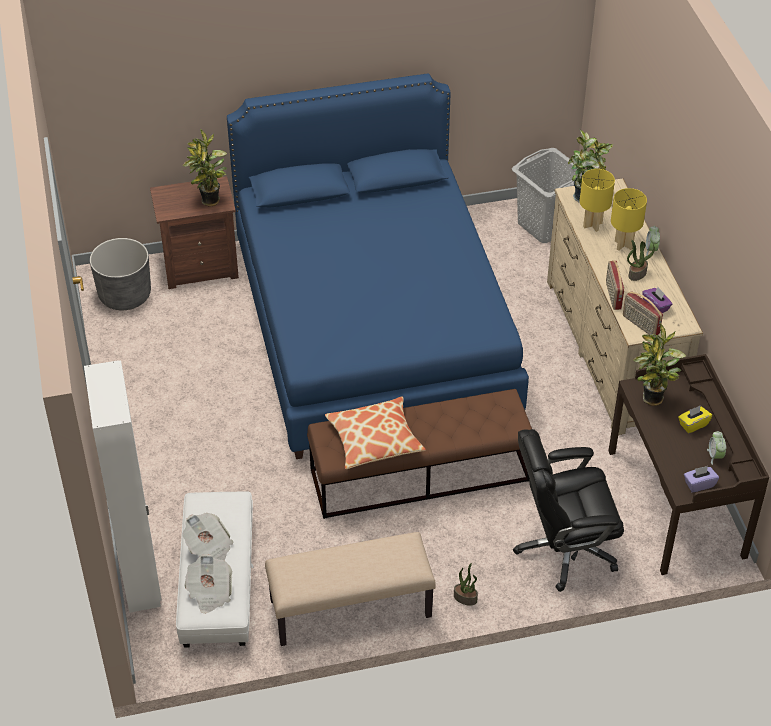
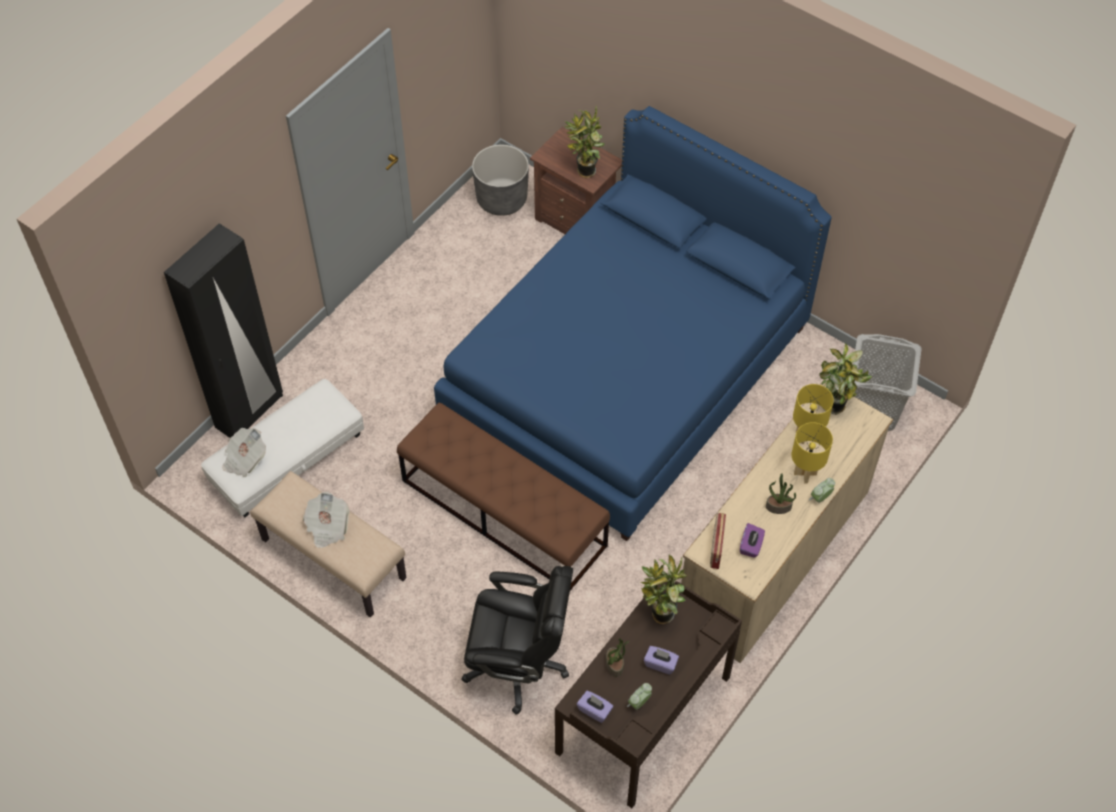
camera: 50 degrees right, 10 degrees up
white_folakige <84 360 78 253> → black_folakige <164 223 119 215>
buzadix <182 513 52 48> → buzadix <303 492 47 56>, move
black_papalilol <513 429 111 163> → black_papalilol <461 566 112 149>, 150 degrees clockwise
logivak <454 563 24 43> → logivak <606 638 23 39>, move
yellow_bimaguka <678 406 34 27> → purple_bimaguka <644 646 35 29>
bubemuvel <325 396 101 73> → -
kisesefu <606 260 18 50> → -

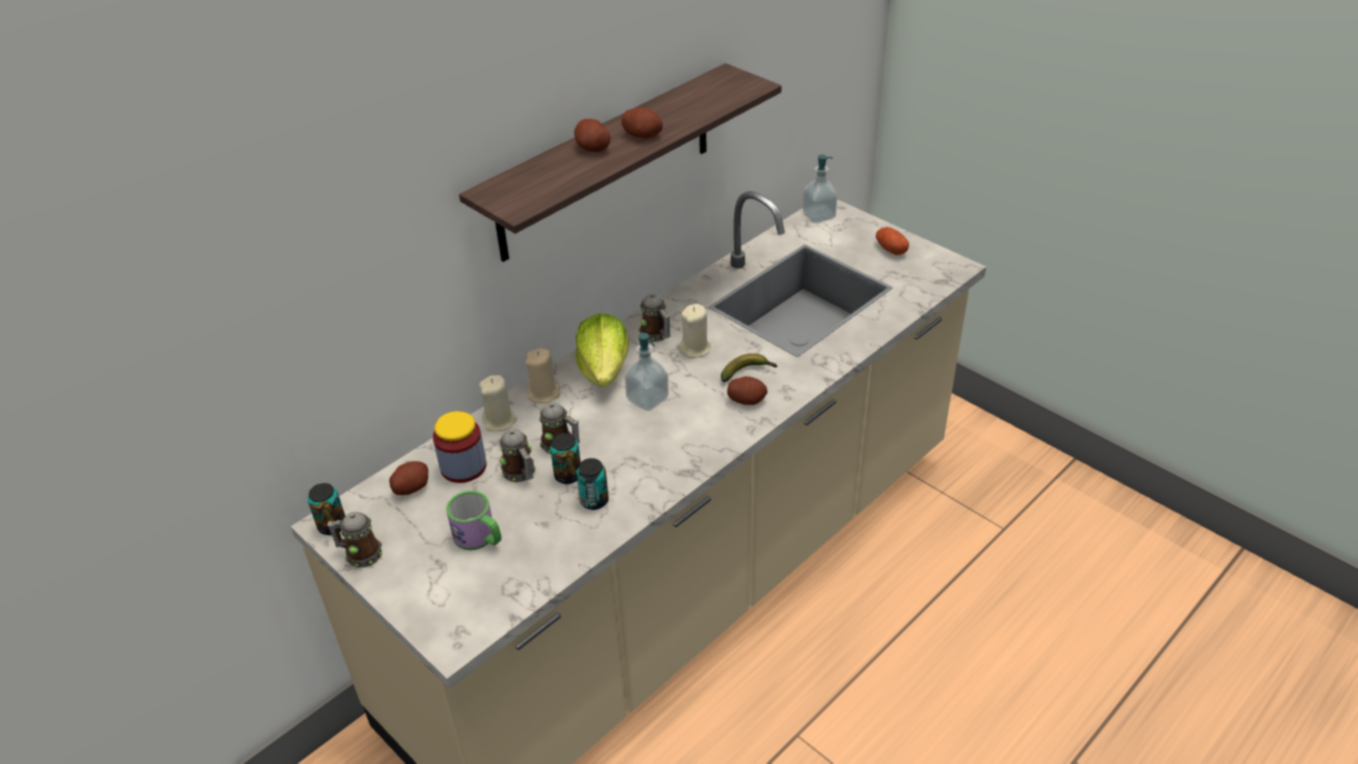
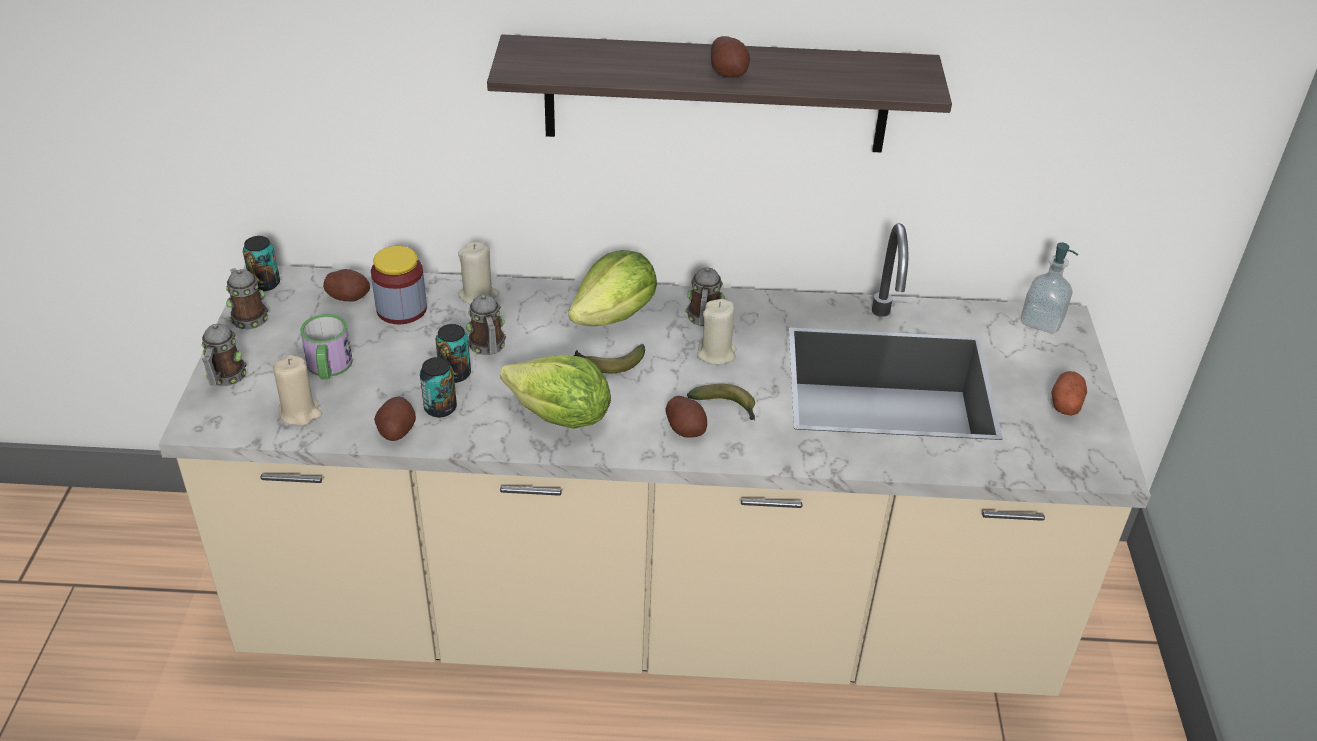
camera: 45 degrees right, 0 degrees up
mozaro <499 429 37 53> → mozaro <202 324 45 62>, move
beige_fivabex <525 348 35 55> → beige_fivabex <273 355 49 71>, move
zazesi <574 119 37 33> → zazesi <374 396 42 45>, move
- → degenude <500 355 111 74>
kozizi <625 333 44 78> → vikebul <574 344 71 29>

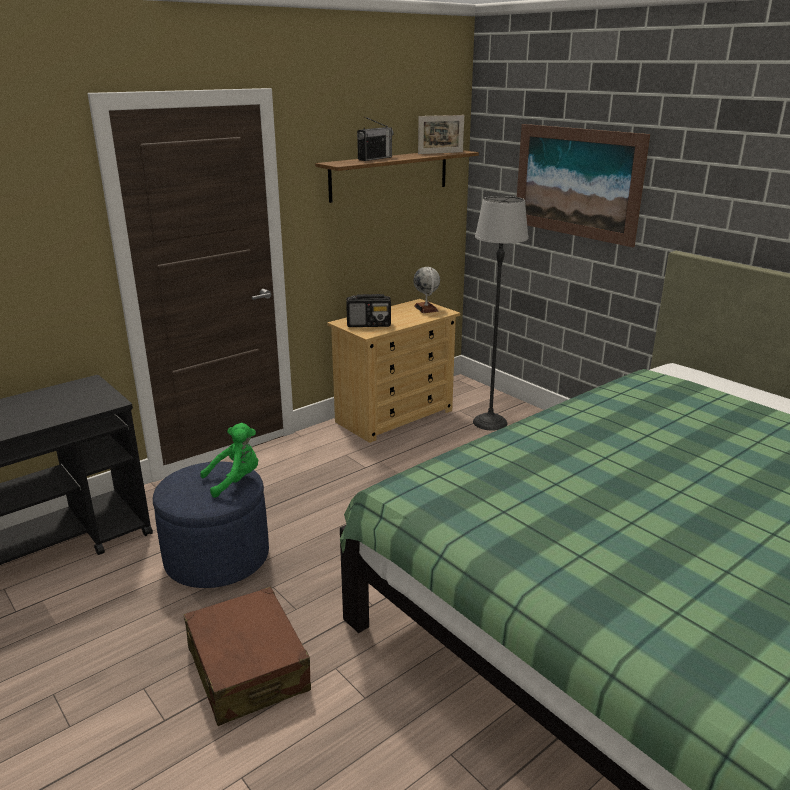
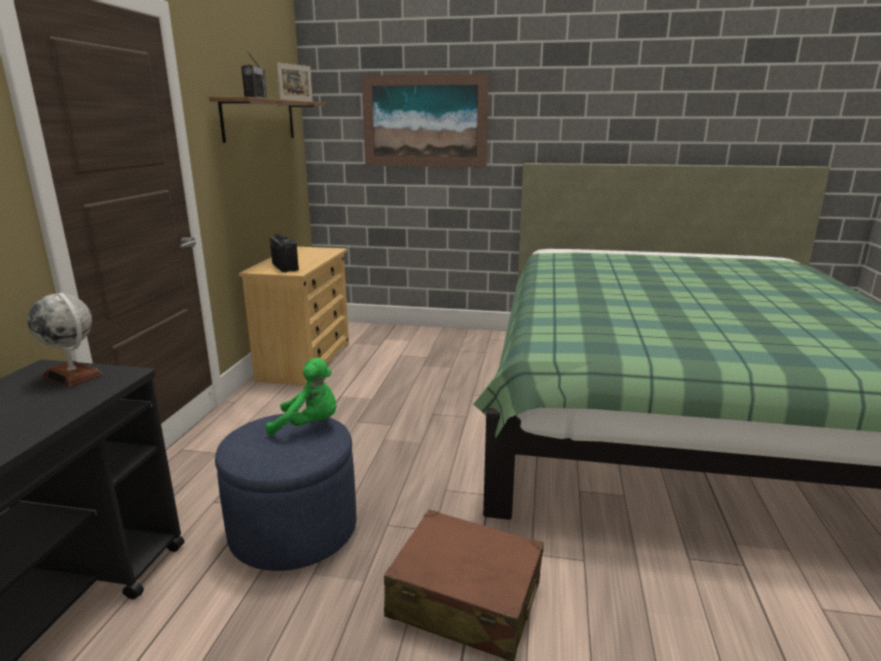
camera: 40 degrees left, 5 degrees down
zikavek <413 267 27 46> → zikavek <27 293 76 94>, move
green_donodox <200 423 58 75> → green_donodox <265 358 71 78>, 75 degrees clockwise
kisesefu <346 294 45 33> → kisesefu <270 233 29 39>, 75 degrees counterclockwise
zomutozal <473 196 55 235> → -

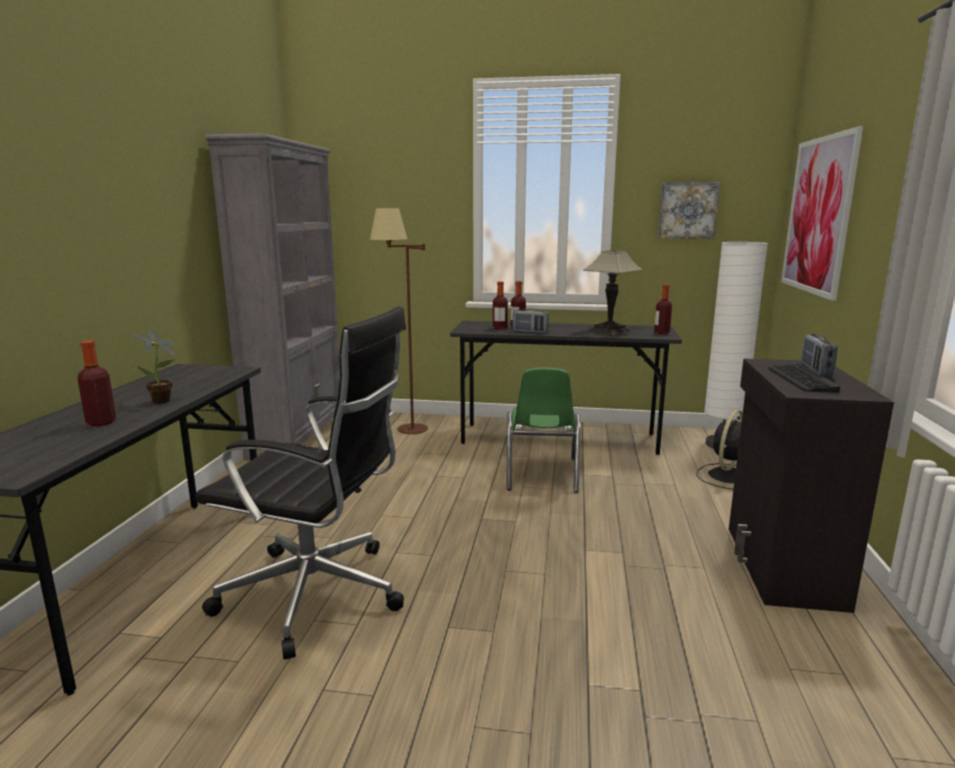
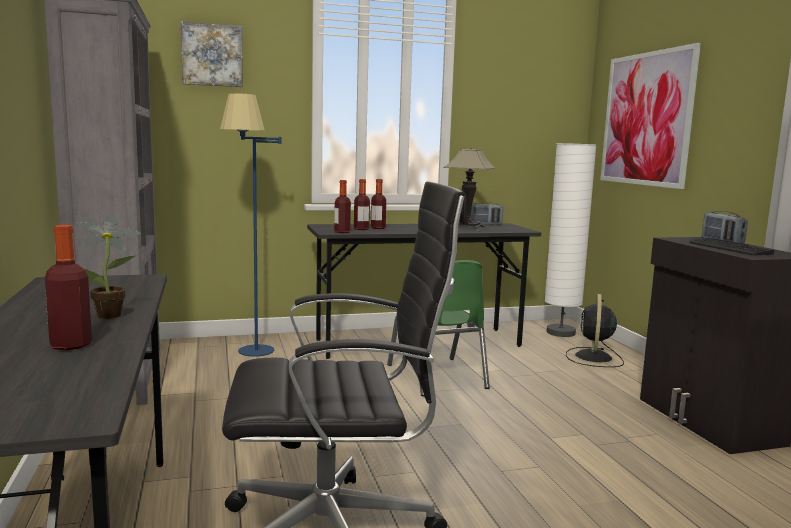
camera: 25 degrees left, 5 degrees down
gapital <658 182 62 57> → gapital <181 21 62 66>, move
brown_zomutozal <370 208 58 226> → blue_zomutozal <220 93 62 264>
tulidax <654 284 18 50> → tulidax <334 180 17 53>, move
kisesefu <512 308 37 25> → kisesefu <470 202 33 23>, move

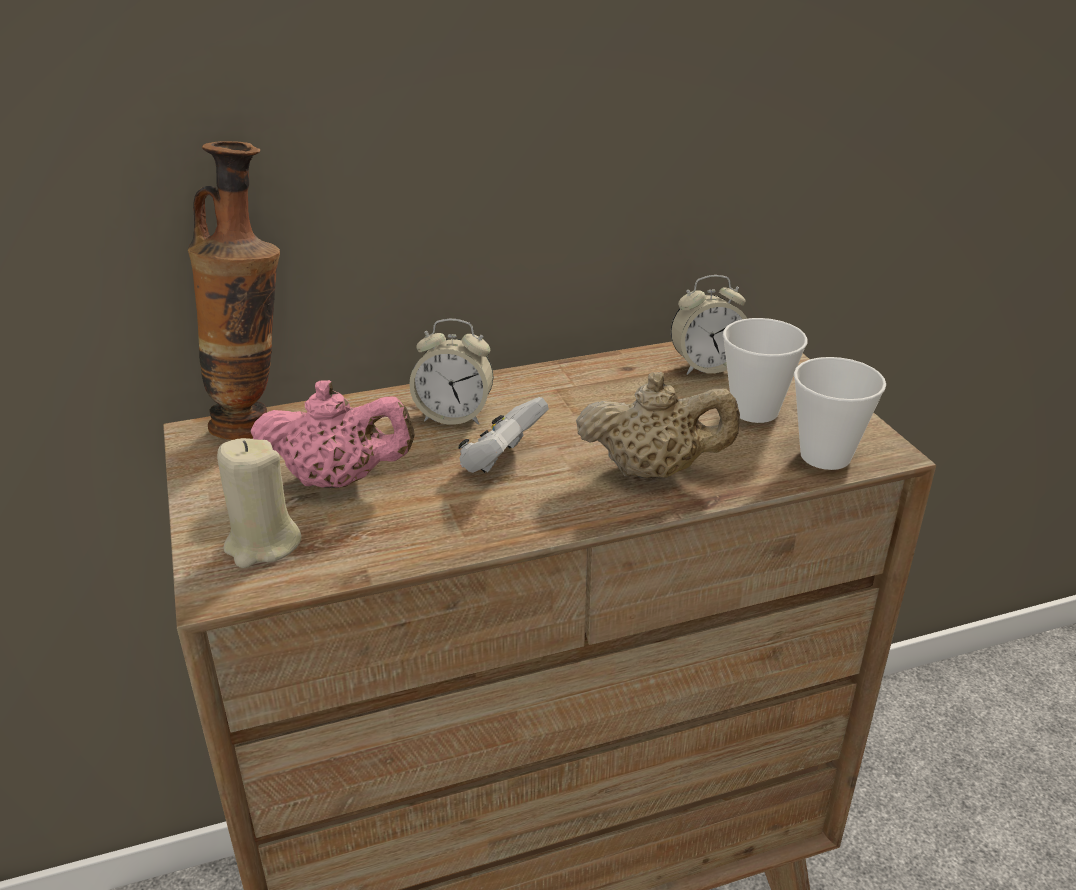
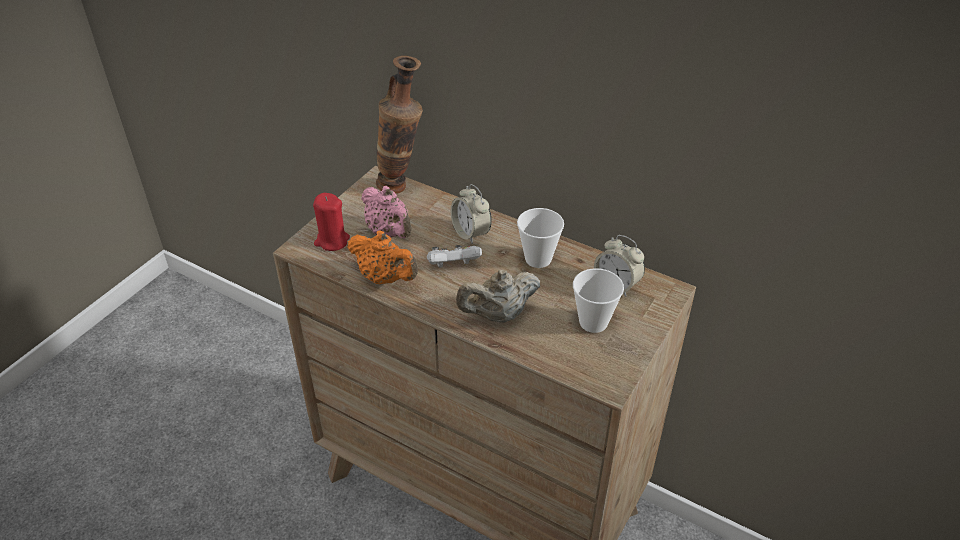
camera: 50 degrees right, 10 degrees up
beige_fivabex <217 438 84 130> → red_fivabex <313 193 37 58>
- → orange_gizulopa <347 230 71 54>
beige_gizulopa <576 372 164 107> → beige_gizulopa <456 269 84 54>, 105 degrees clockwise
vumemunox <794 357 92 113> → vumemunox <517 208 47 60>, move

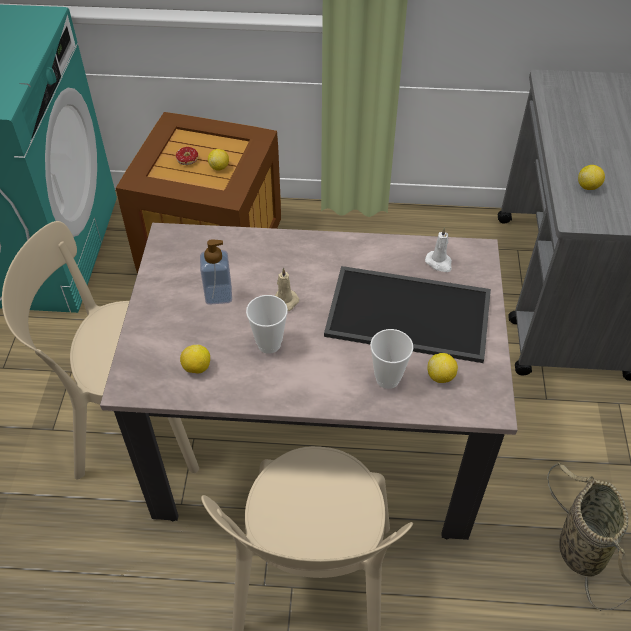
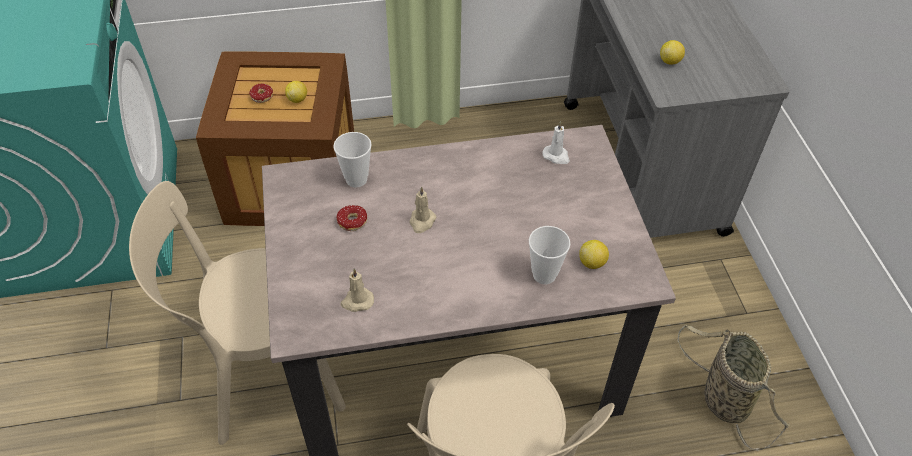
camera: 15 degrees left, 0 degrees up
vumemunox <246 295 42 59> → vumemunox <333 132 39 56>, move
kozizi <200 239 32 66> → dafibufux <336 205 31 26>
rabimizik <180 345 30 29> → beige_fivabex <340 268 34 44>
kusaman <324 266 167 97> → -

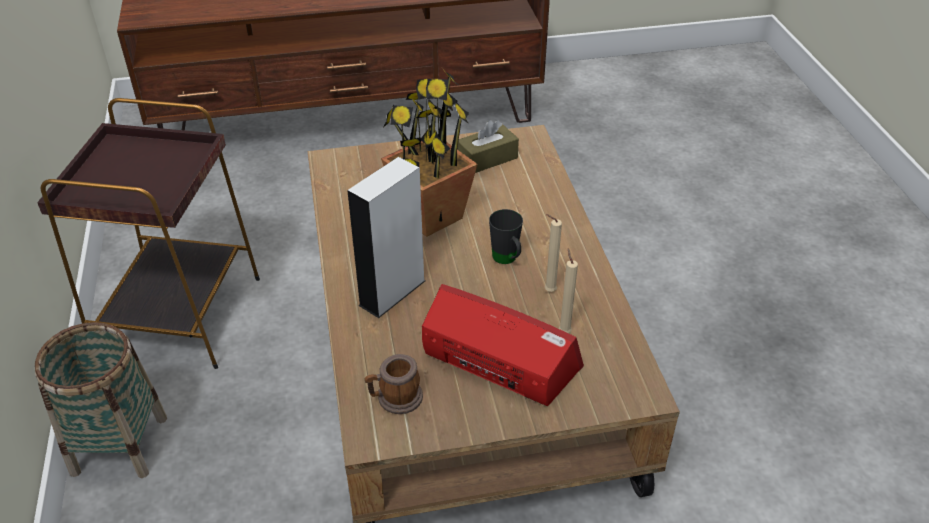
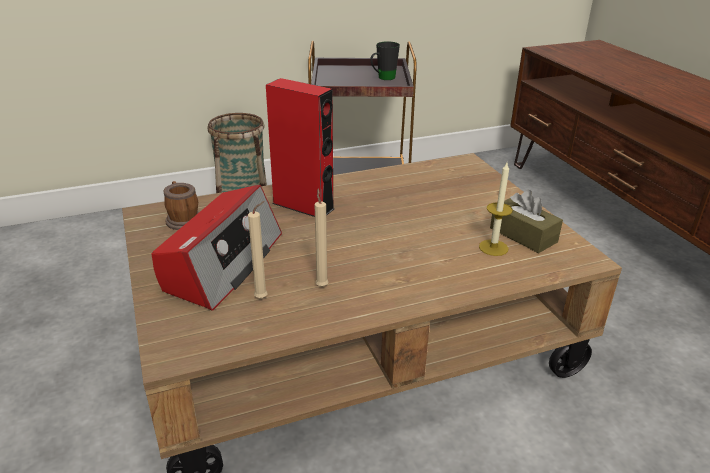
camera: 80 degrees right, 10 degrees down
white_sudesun <347 157 78 161> → red_sudesun <266 78 68 139>
black_mozaro <489 209 34 55> → black_mozaro <370 41 30 39>, move
- → fivabex <479 163 34 93>
logivak <381 68 97 169> → -

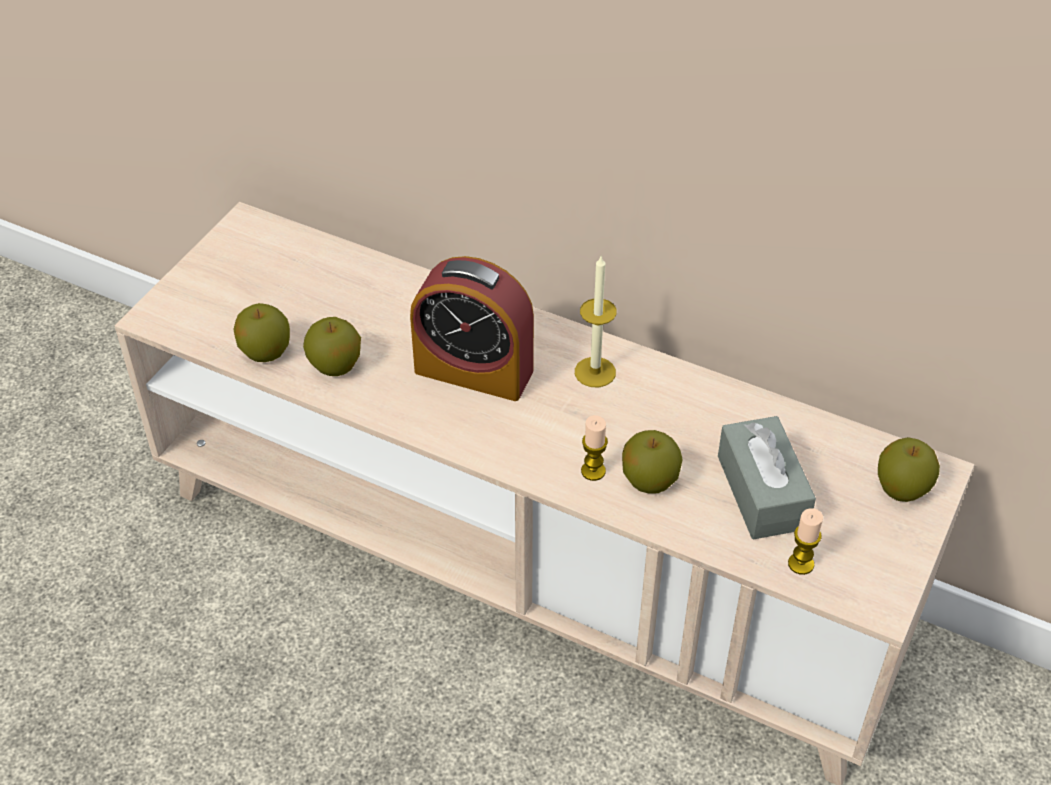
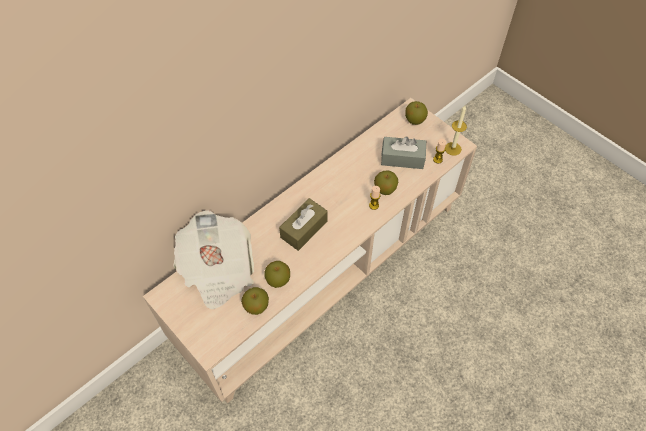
camera: 70 degrees left, 10 degrees up
- → buzadix <173 210 81 100>
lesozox <410 256 124 145> → brown_bimaguka <279 198 49 53>
fivabex <575 256 42 131> → fivabex <445 106 22 50>, move

